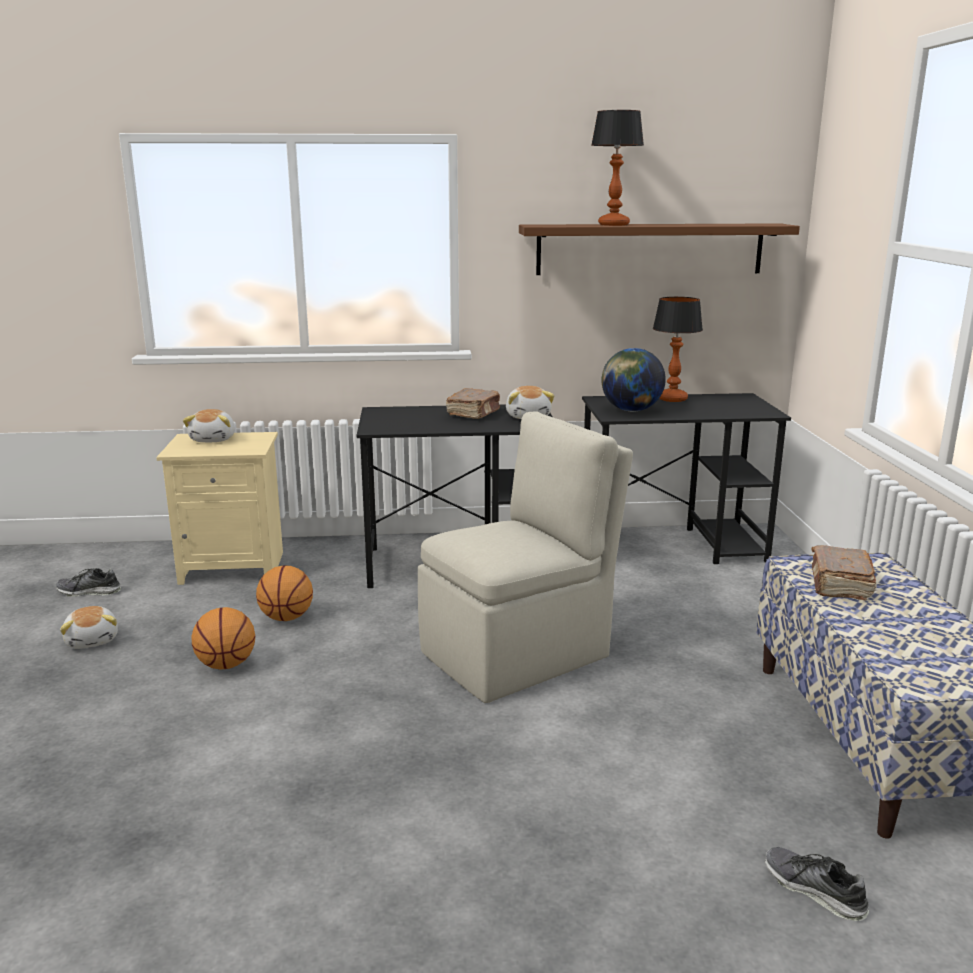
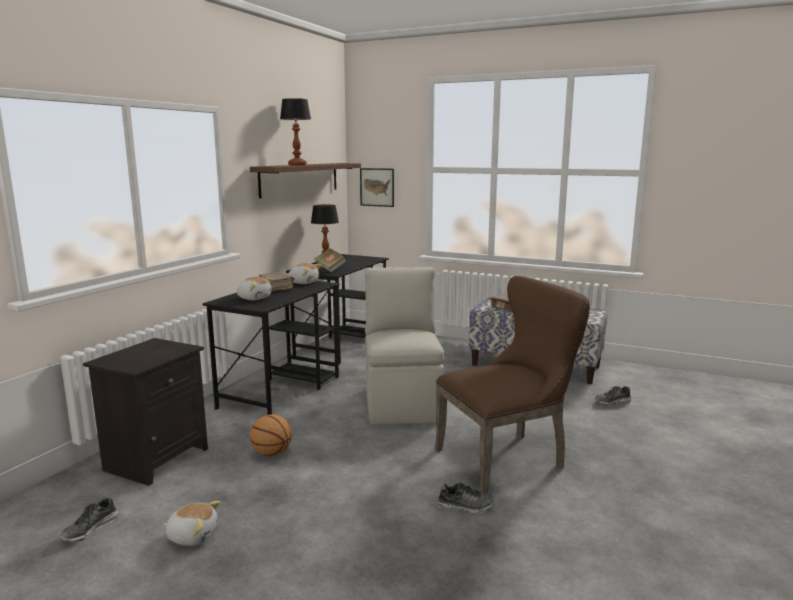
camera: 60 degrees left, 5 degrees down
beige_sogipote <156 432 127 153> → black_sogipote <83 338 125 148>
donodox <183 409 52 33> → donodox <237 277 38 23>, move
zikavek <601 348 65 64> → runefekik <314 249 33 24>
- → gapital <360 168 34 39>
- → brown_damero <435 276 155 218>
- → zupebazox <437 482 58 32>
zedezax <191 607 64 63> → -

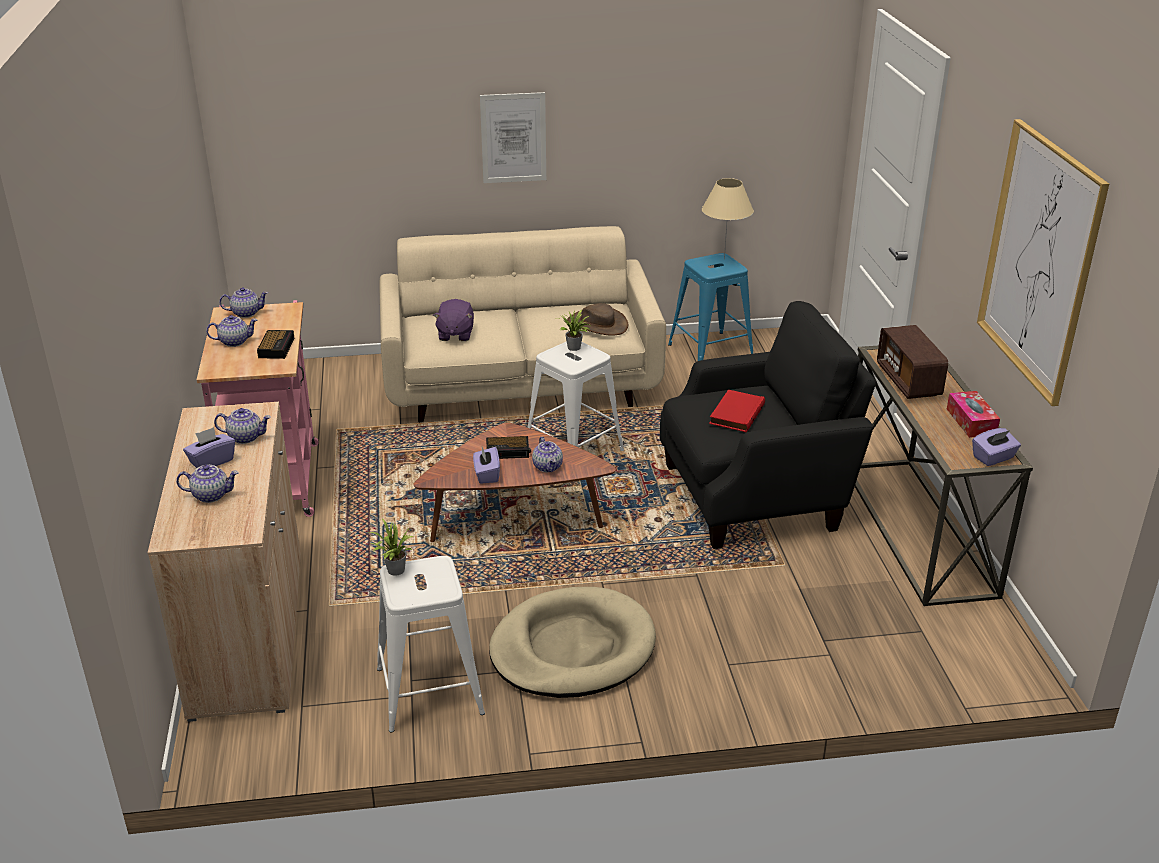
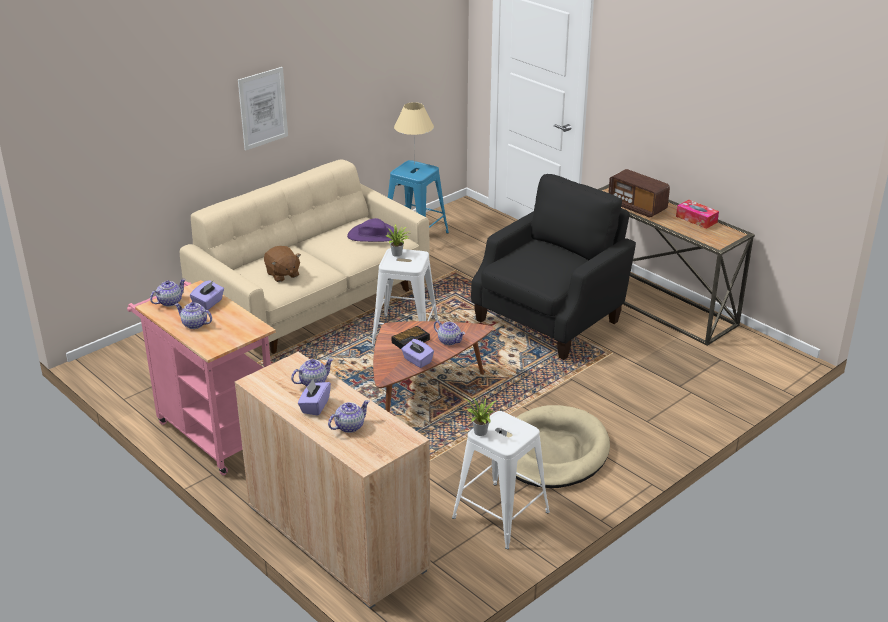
camera: 35 degrees left, 0 degrees up
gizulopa <206 315 52 32> → gizulopa <175 302 37 27>, 105 degrees counterclockwise
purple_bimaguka <972 428 49 38> → purple_bimaguka <190 280 34 30>, move
purple_donodox <433 299 41 42> → brown_donodox <264 246 37 36>
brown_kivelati <567 303 61 33> → purple_kivelati <347 218 51 24>
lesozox <257 330 38 29> → -
red_runefekik <709 389 56 43> → -
gapital <977 119 132 287> → -

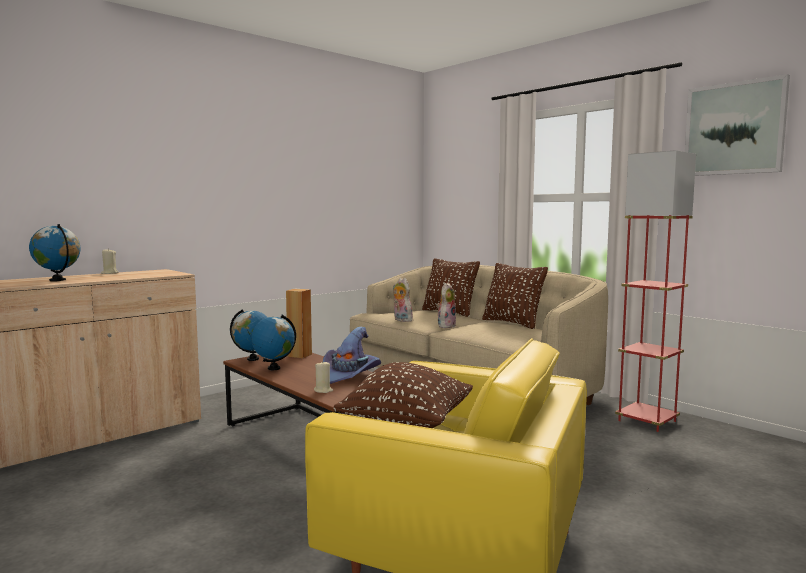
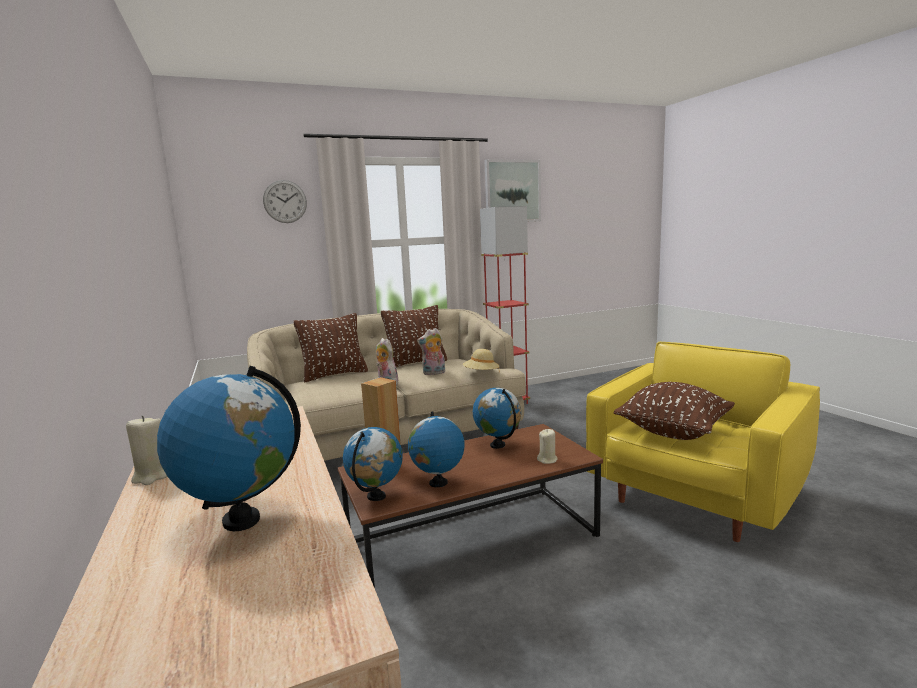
camera: 70 degrees left, 5 degrees up
- → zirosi <263 180 44 43>
donodox <393 278 20 44> → donodox <417 328 28 47>, move
- → beige_kivelati <463 349 36 21>
purple_kivelati <323 327 58 57> → zikavek <473 388 48 61>

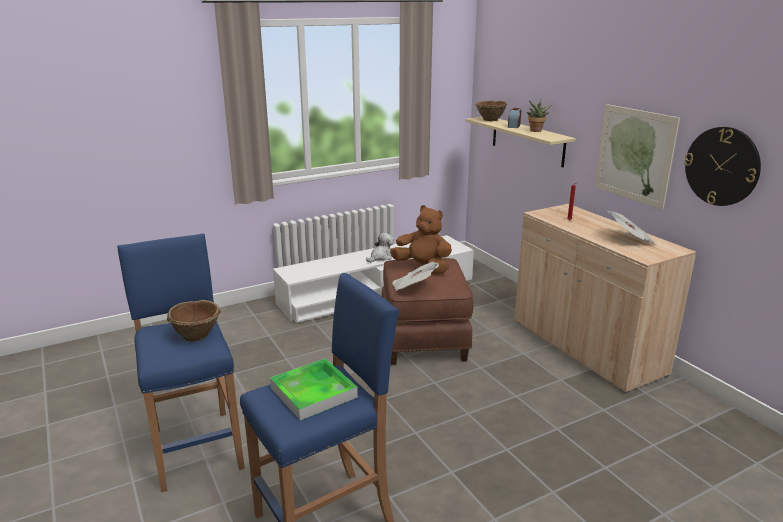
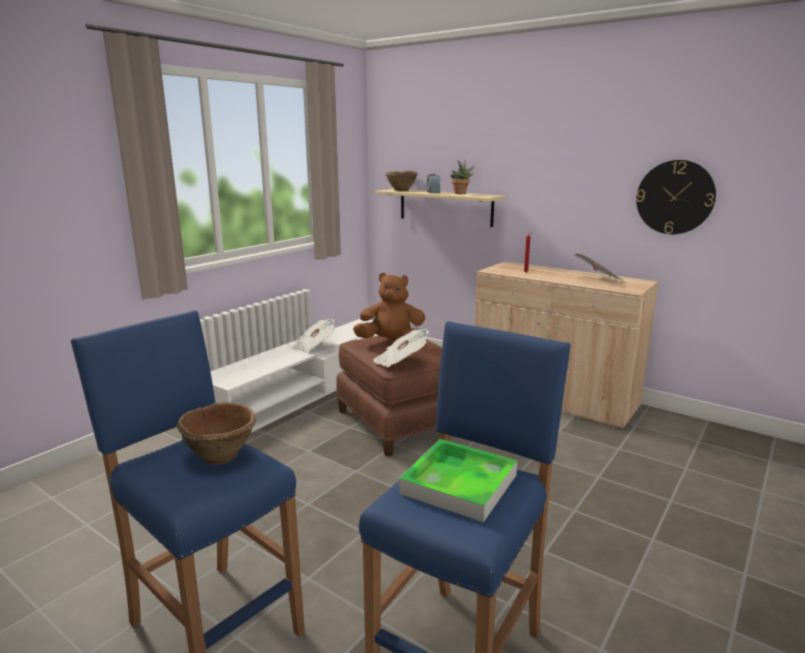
camera: 25 degrees left, 5 degrees down
donodox <366 233 28 29> → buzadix <292 319 43 33>
gapital <595 104 85 105> → -

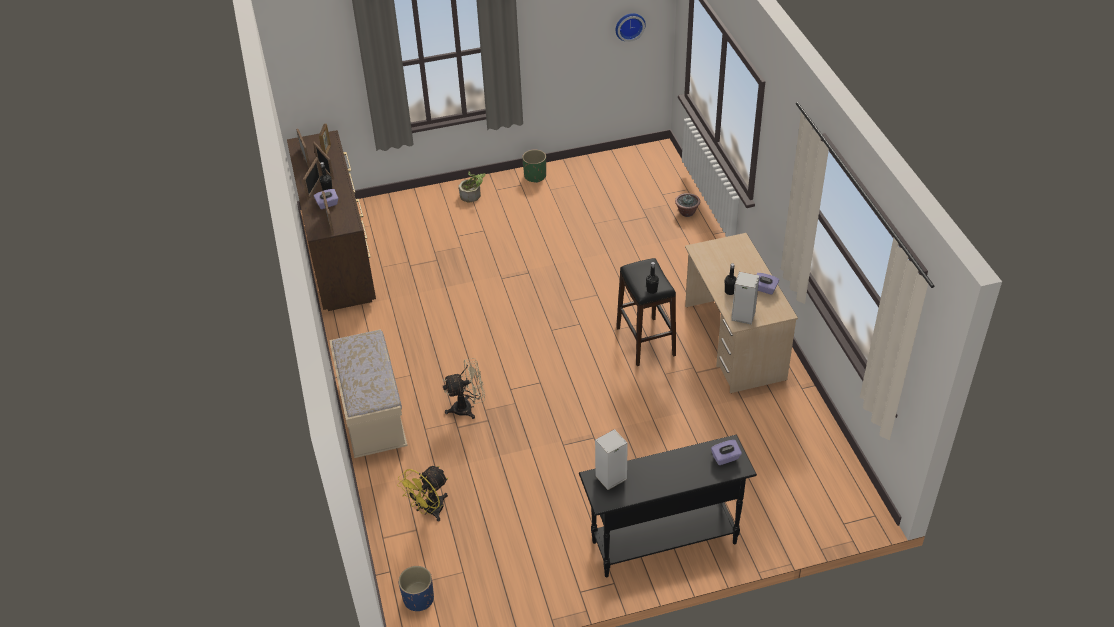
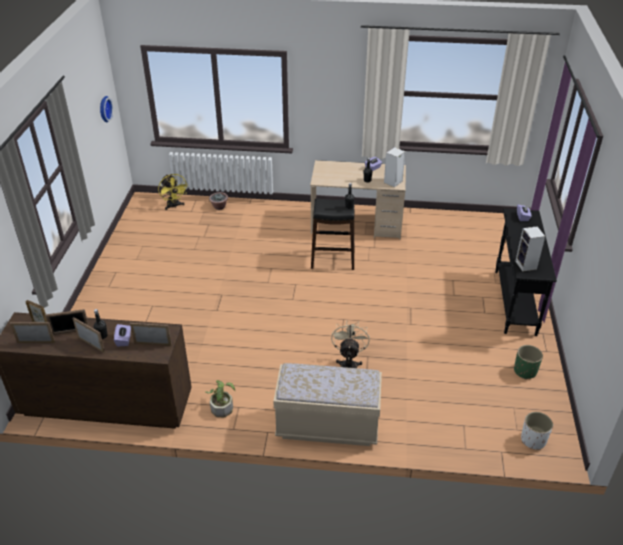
camera: 70 degrees left, 5 degrees down
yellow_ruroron <397 466 51 56> → yellow_ruroron <158 174 30 36>, move
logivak <459 172 26 31> → logivak <205 380 31 37>, move
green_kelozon <522 150 24 33> → green_kelozon <514 345 29 34>, move
blue_kelozon <398 566 36 45> → white_kelozon <521 412 32 38>

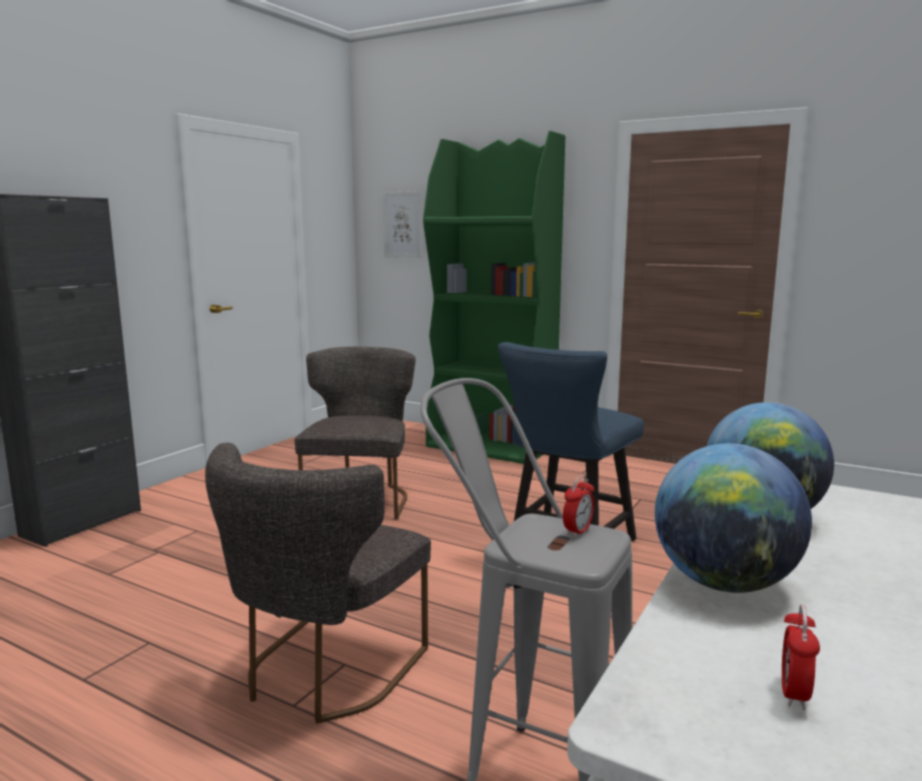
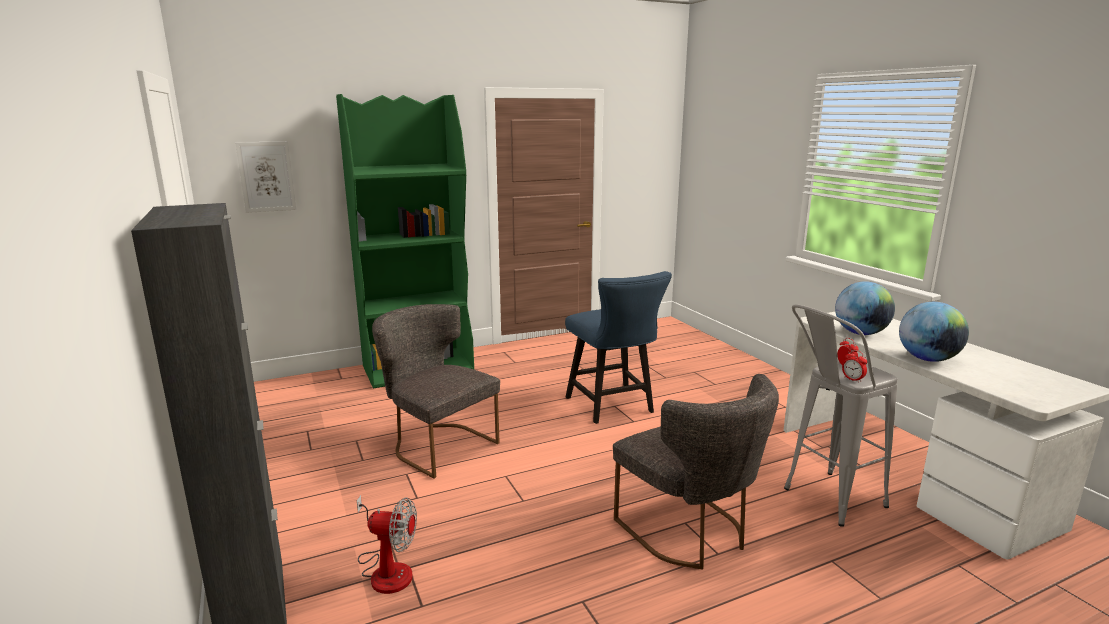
camera: 55 degrees left, 5 degrees up
- → ruroron <357 495 60 99>
lesozox <782 604 38 106> → lesozox <842 350 25 33>, move

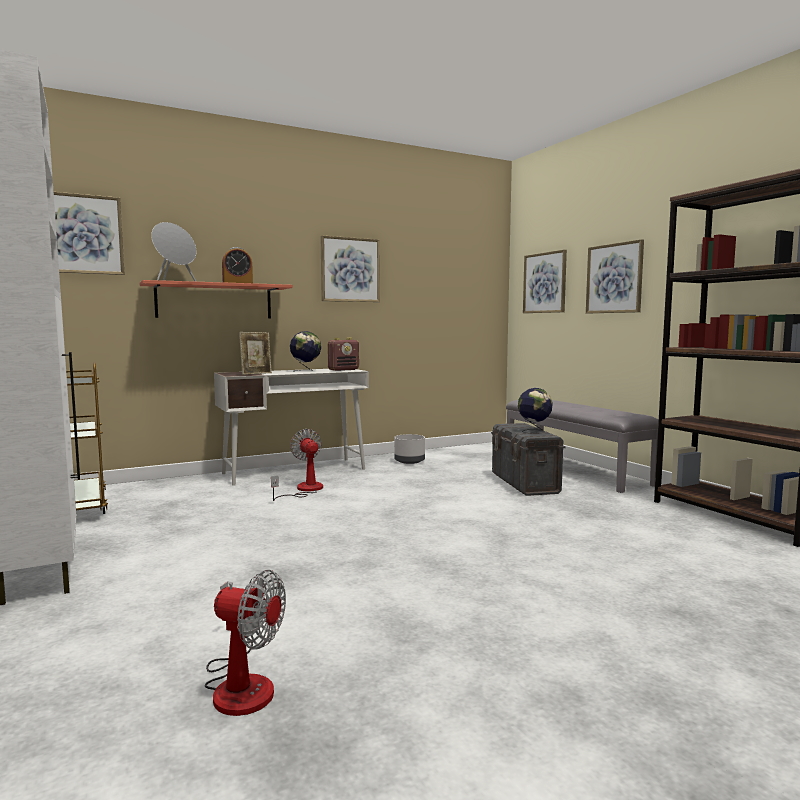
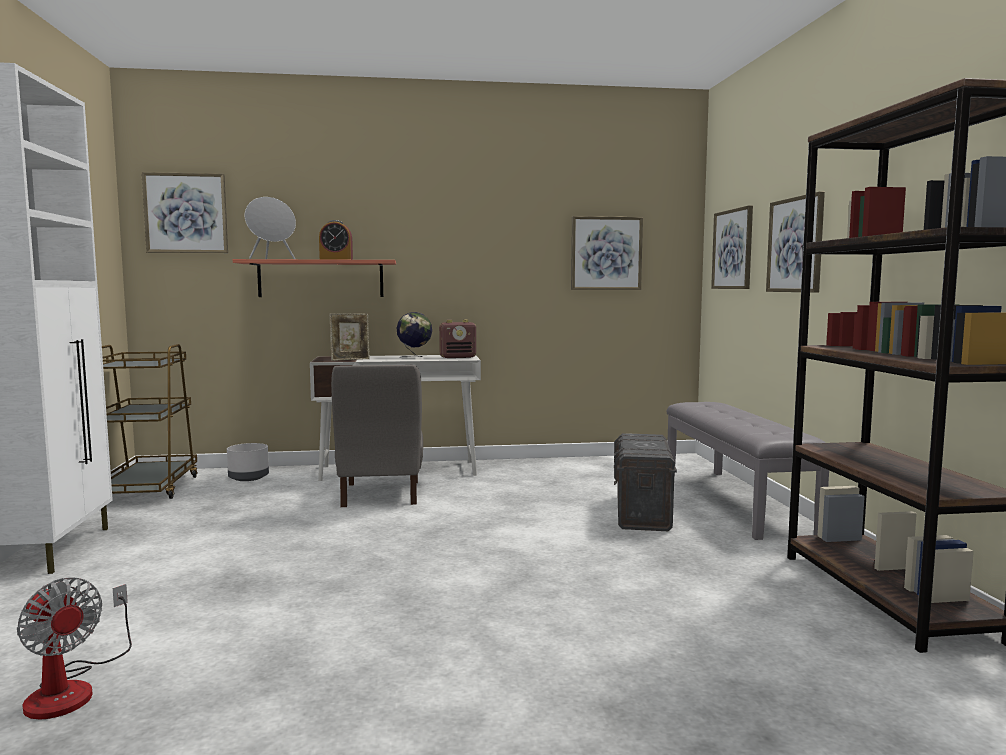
camera: 20 degrees right, 0 degrees up
grey_kelozon <394 434 31 30> → grey_kelozon <227 443 42 38>, move
ruroron <271 429 52 72> → grey_damero <331 365 92 142>
gapital <321 235 59 67> → gapital <571 216 72 74>, move
zikavek <518 388 35 45> → -

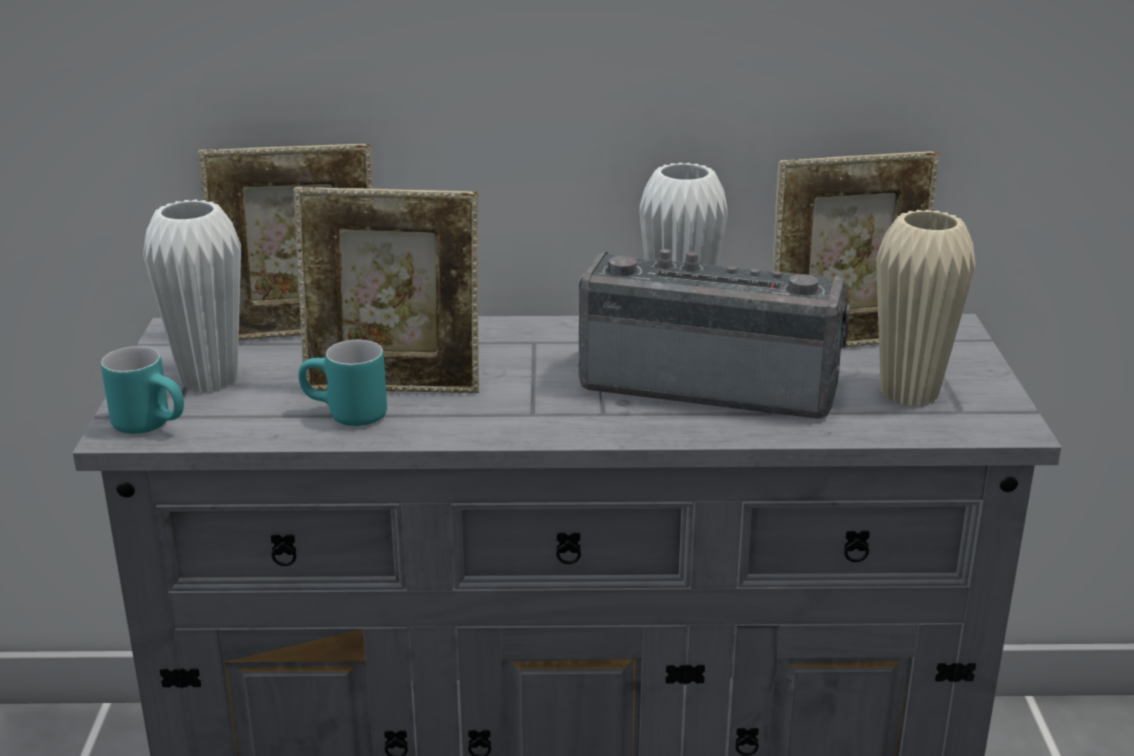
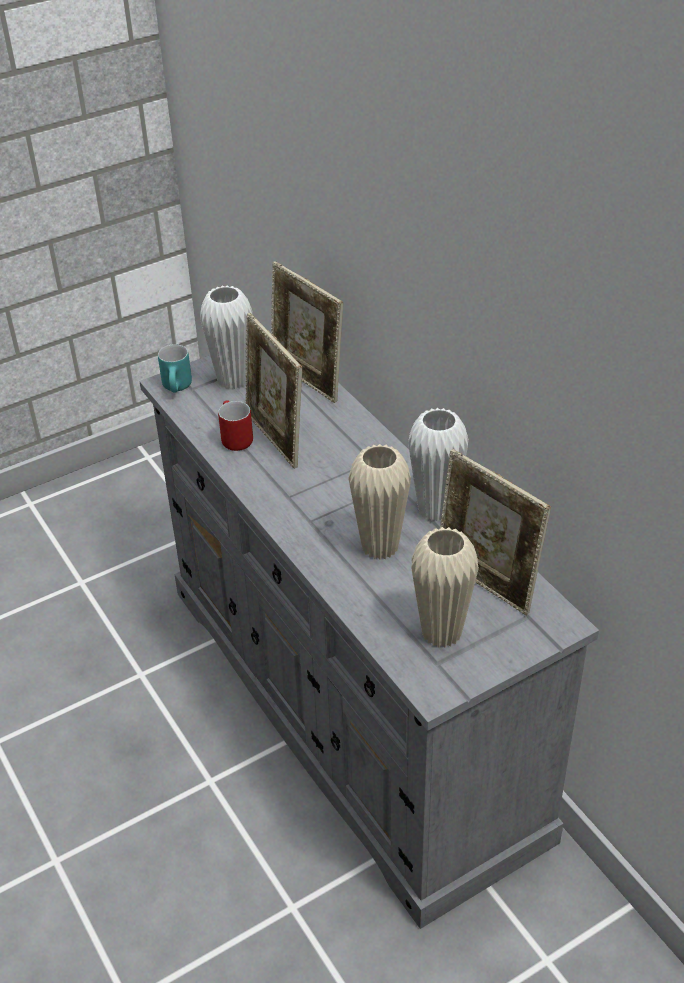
camera: 60 degrees right, 15 degrees up
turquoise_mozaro <298 340 89 86> → red_mozaro <218 401 35 50>
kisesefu <579 249 271 170> → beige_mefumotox <348 444 63 116>

